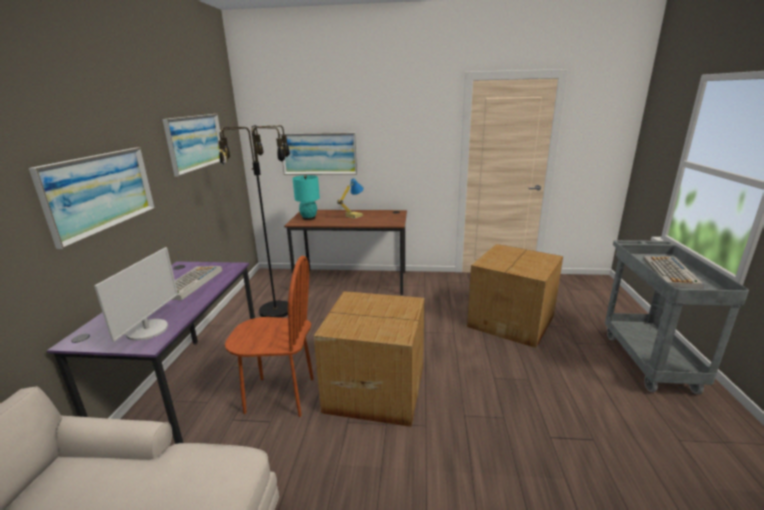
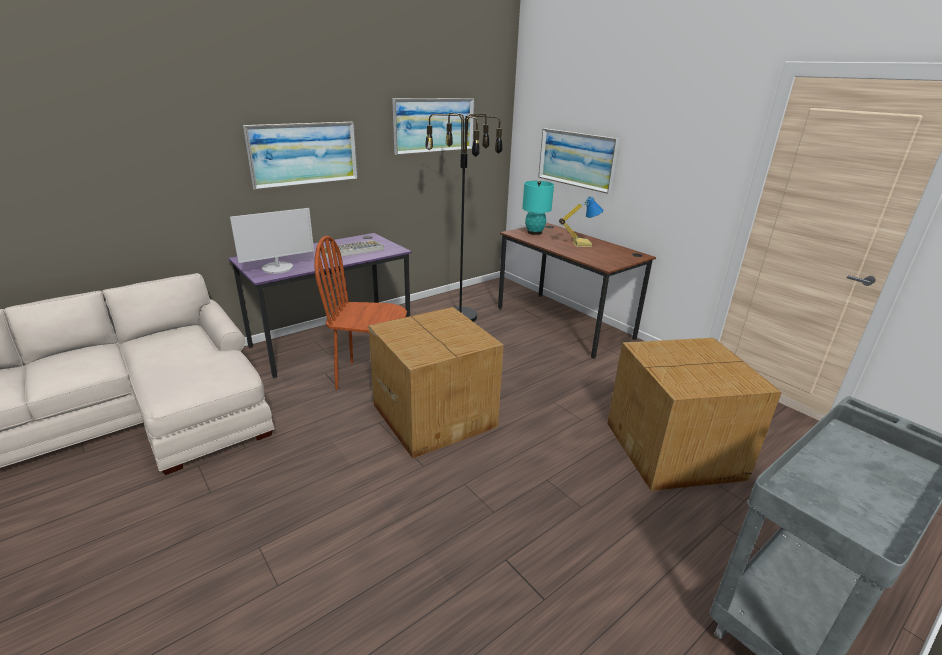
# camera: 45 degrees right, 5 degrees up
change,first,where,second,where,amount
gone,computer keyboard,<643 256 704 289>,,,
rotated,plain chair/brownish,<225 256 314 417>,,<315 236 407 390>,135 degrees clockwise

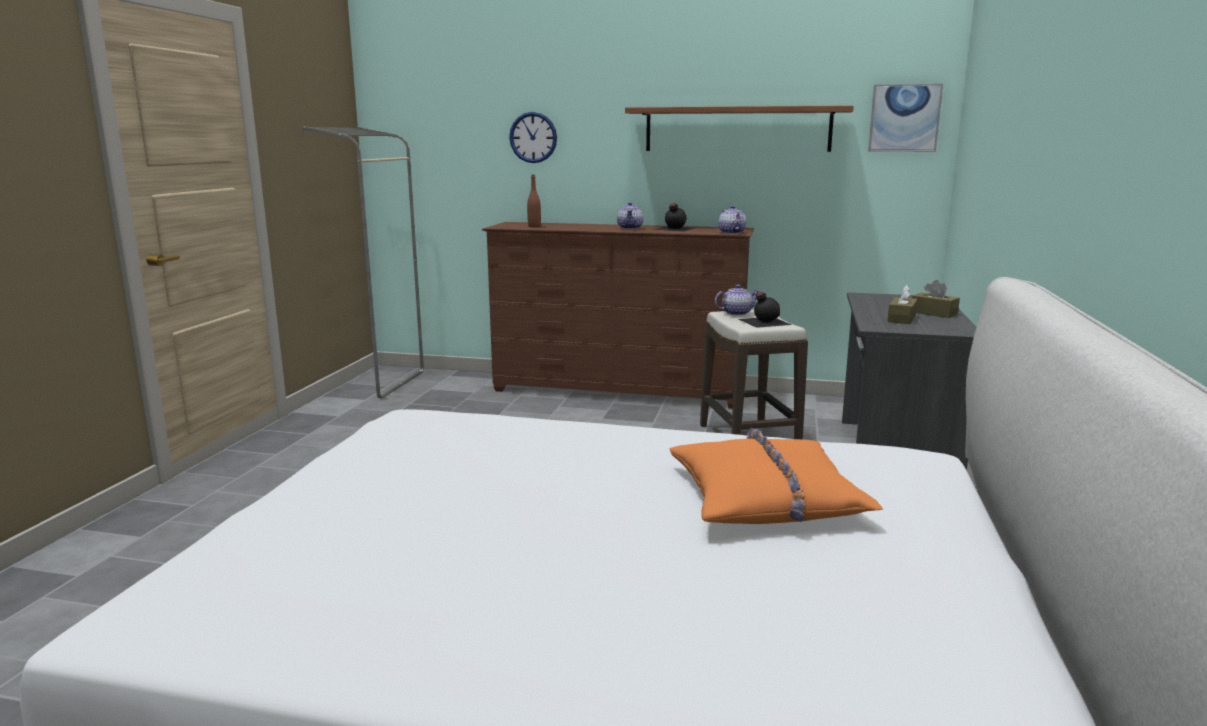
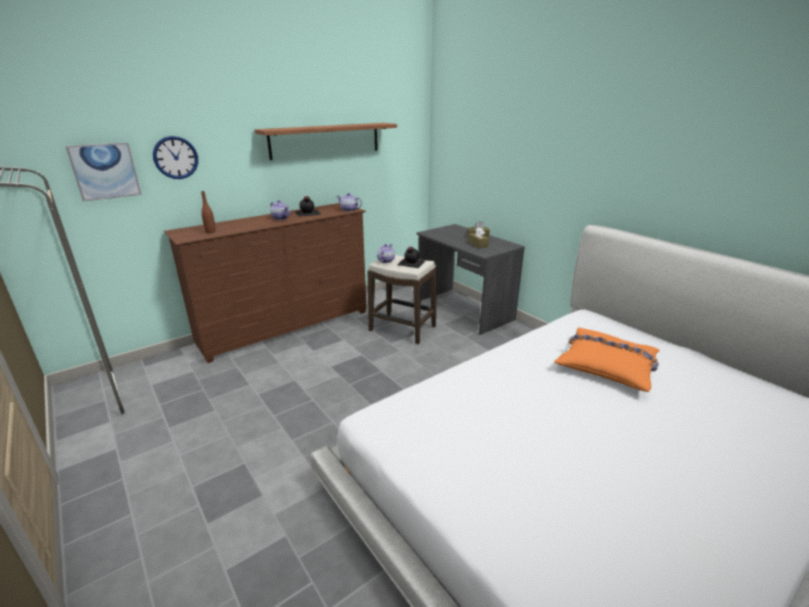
# camera: 50 degrees left, 10 degrees up
change,first,where,second,where,amount
shifted,wall art,<868 84 943 152>,,<65 142 142 201>,

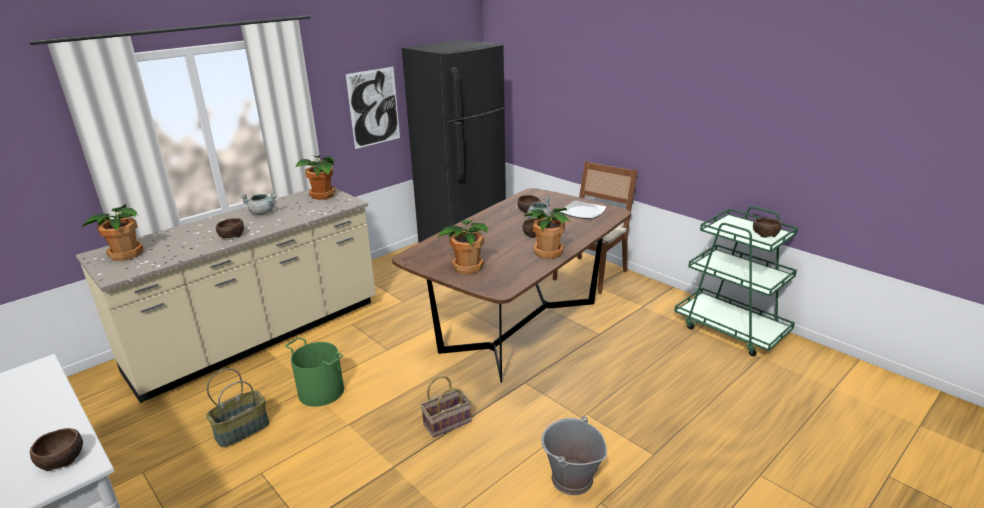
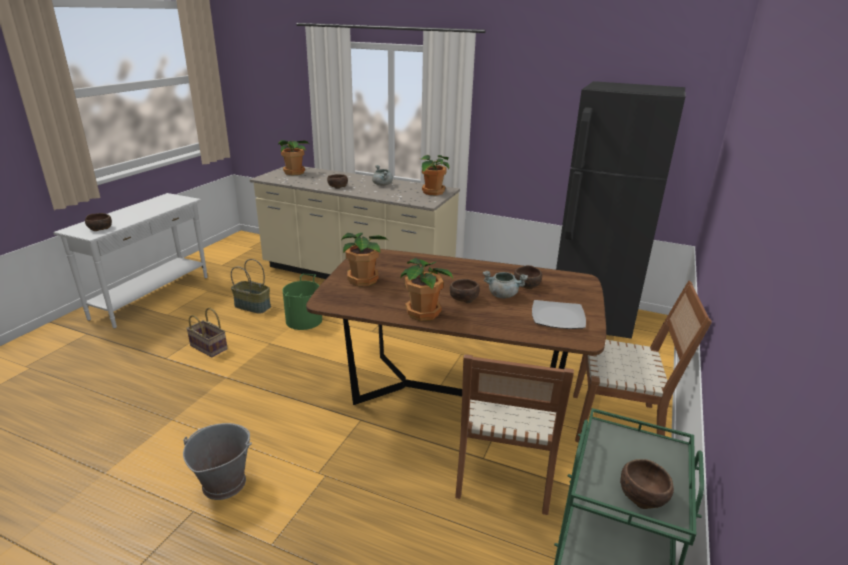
# camera: 65 degrees right, 0 degrees up
change,first,where,second,where,amount
gone,wall art,<346 67 400 149>,,,
new,,,plain chair,<455 354 574 515>,
shifted,storage basket,<420 376 472 438>,,<186 308 228 357>,

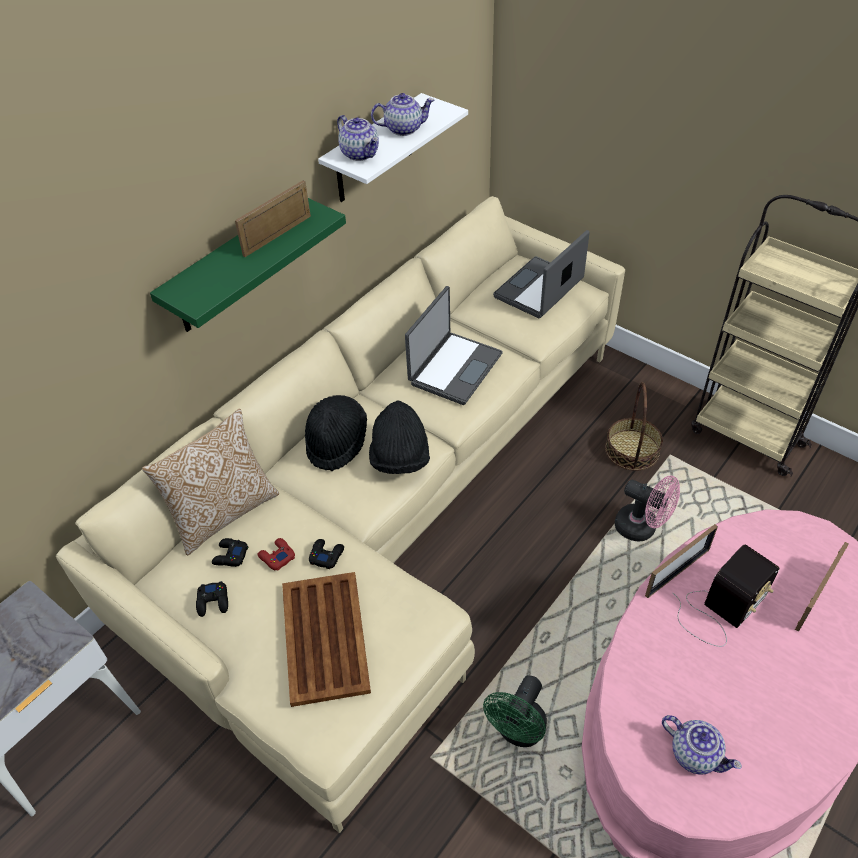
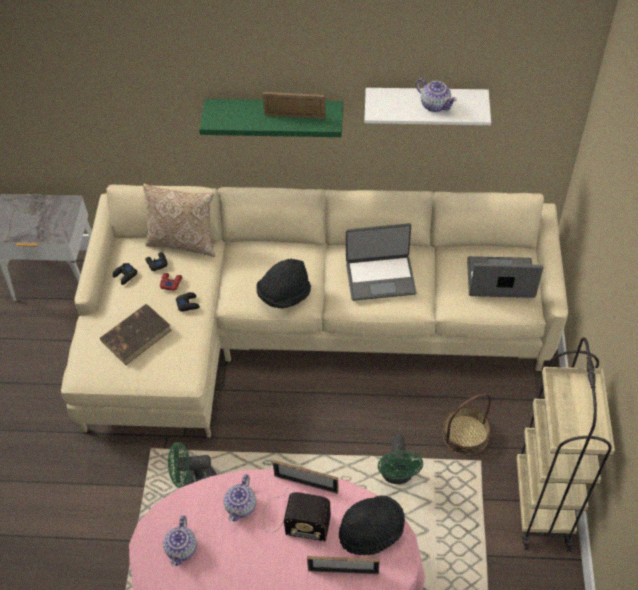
# camera: 55 degrees right, 5 degrees up
change,first,where,second,where,amount
shifted,hat/blackish,<305 395 367 471>,,<339 495 405 555>,
shifted,tea pot,<337 115 379 161>,,<224 474 256 521>,
swapped,tray/brownish,<282 572 371 707>,volume/brownish,<100 304 172 365>,
repainted,cooling fan/pink-coloured,<615 475 680 541>,cooling fan/green-coloured,<378 435 423 484>,

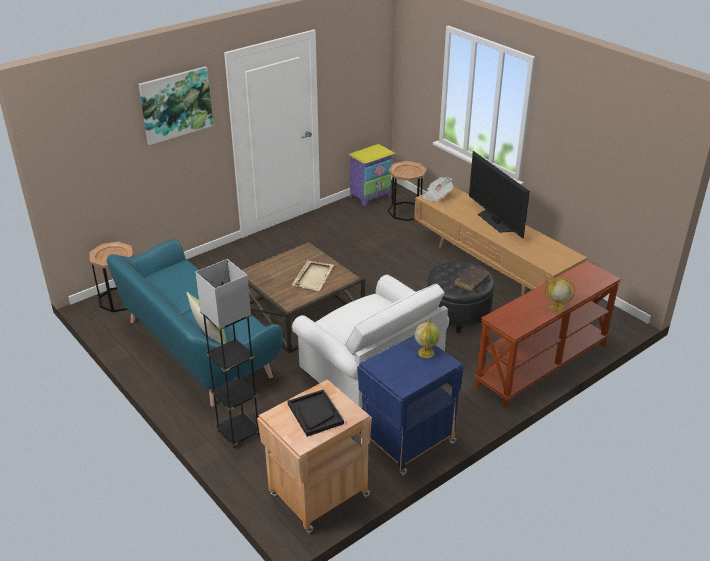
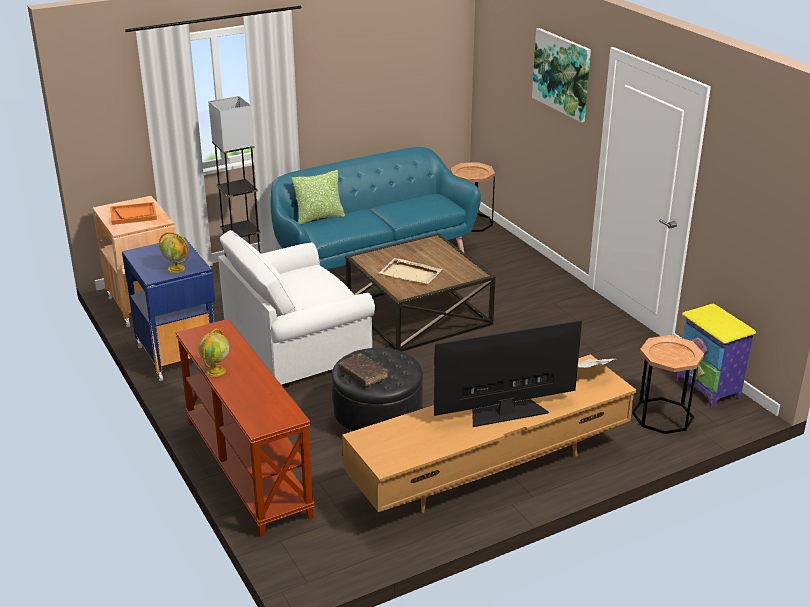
# camera: 100 degrees right, 5 degrees down
change,first,where,second,where,amount
repainted,tray/blackish,<288 389 344 437>,tray/orangey,<110 202 157 225>,

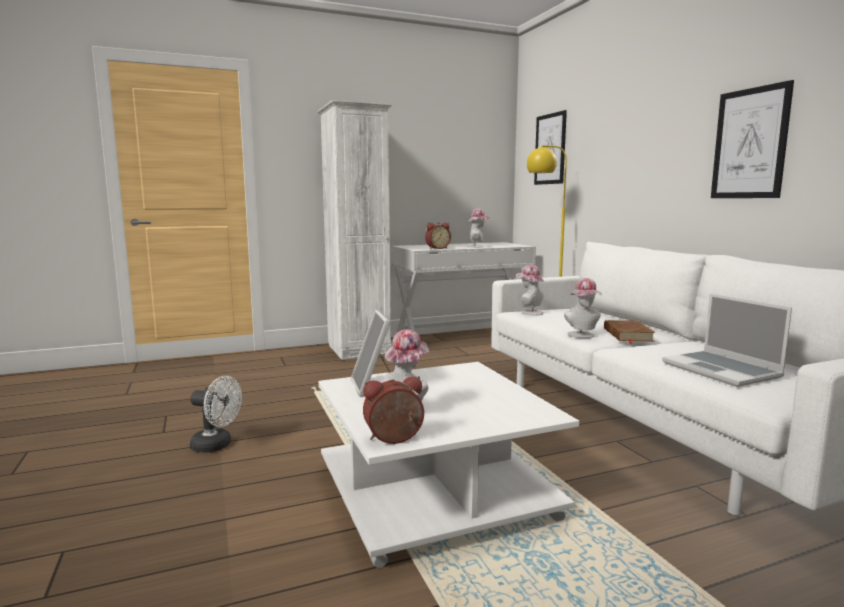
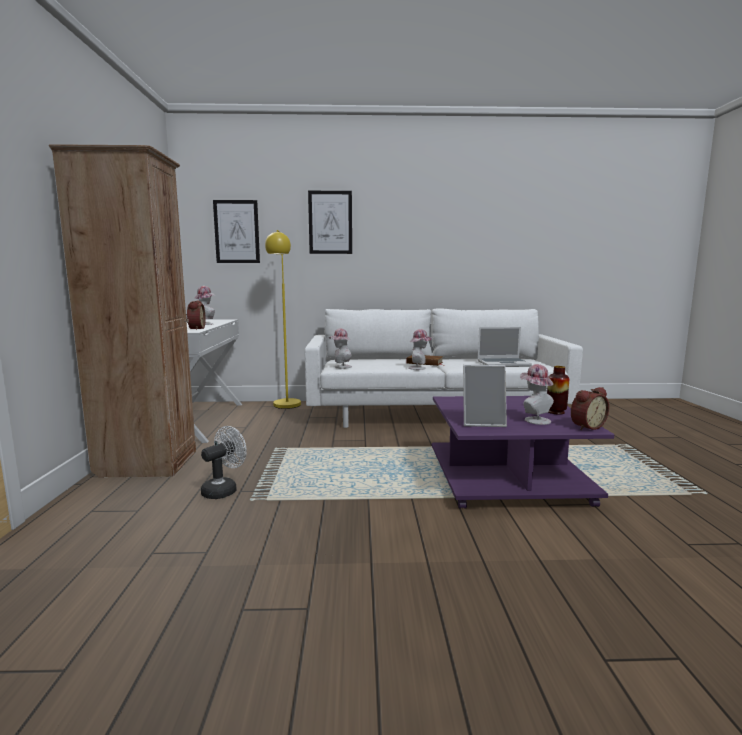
# camera: 70 degrees left, 0 degrees up
change,first,where,second,where,amount
new,,,vase,<547 366 569 415>,
shifted,cooling fan/white-coloured,<190 376 242 452>,,<201 426 247 499>,
shifted,wall art,<711 80 794 198>,,<308 191 352 254>,
repainted,cupboard/white-coloured,<317 100 392 360>,cupboard/brownish,<49 144 196 478>,
repainted,lounge table/white-coloured,<318 362 579 568>,lounge table/purplish,<432 396 614 509>,
rotated,table clock,<363 376 424 444>,,<571 387 609 430>,120 degrees counterclockwise

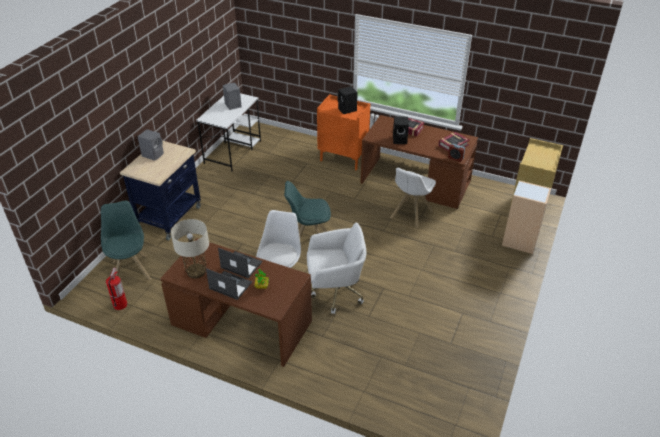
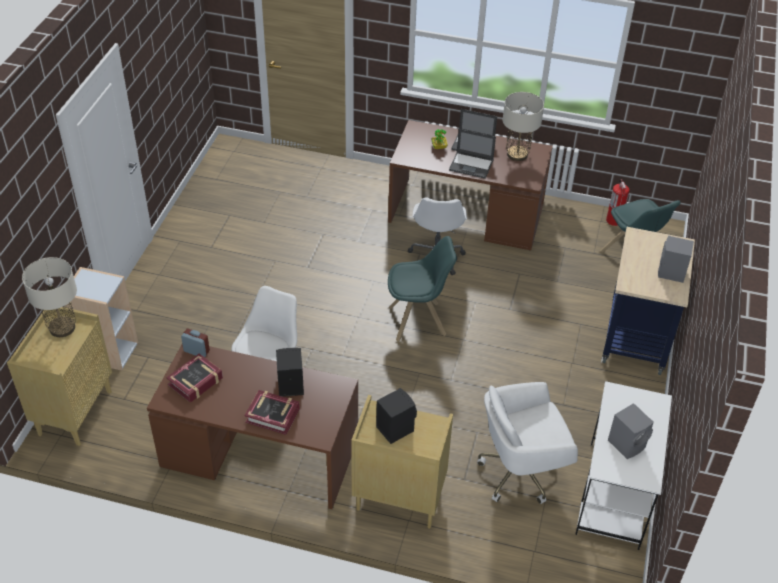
# camera: 170 degrees right, 5 degrees up
change,first,where,second,where,amount
new,,,table lamp,<22 257 77 337>,
shifted,office chair/white-coloured,<307 223 366 314>,,<477 382 578 504>,
repainted,cupboard/orangey,<317 94 370 170>,cupboard/sand-coloured,<351 395 453 528>,

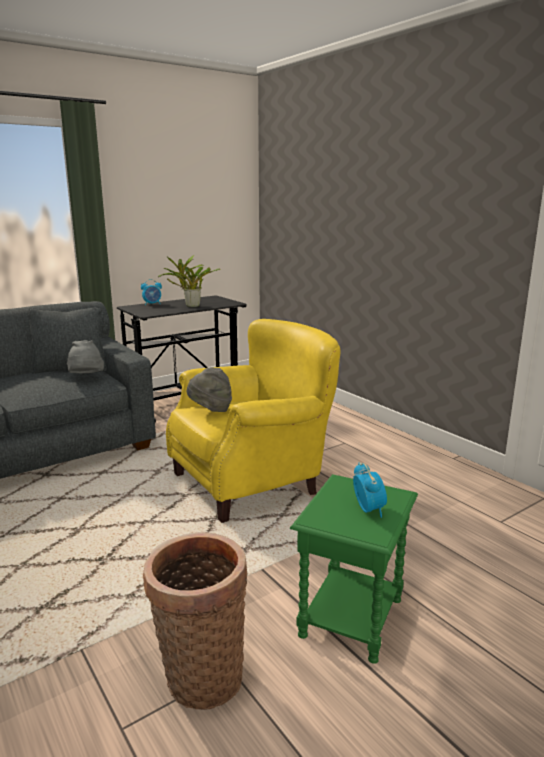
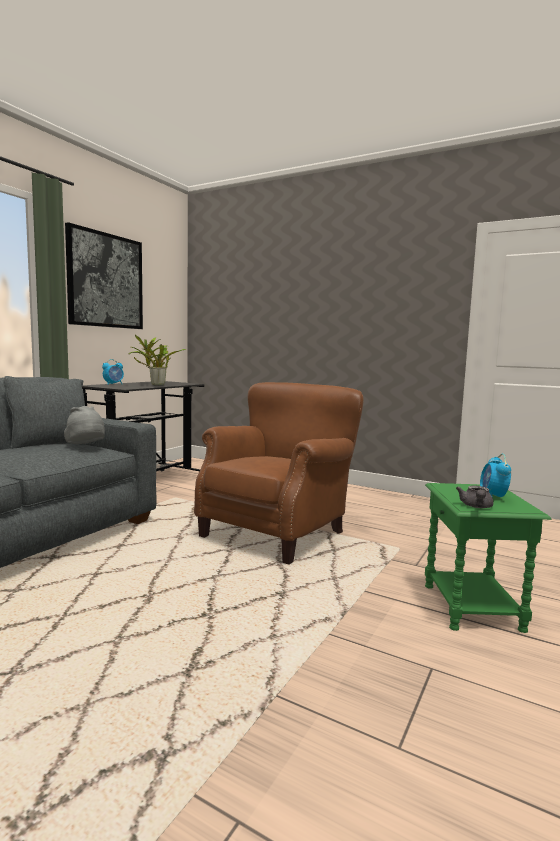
# camera: 25 degrees left, 10 degrees down
change,first,where,second,where,amount
gone,storage basket,<143 532 248 710>,,,
gone,hat/greyish,<187 368 232 412>,,,
new,,,wall art,<65 222 143 329>,
new,,,tea pot/greyish,<456 486 493 508>,
repainted,lounge chair/yellowish,<166 319 341 523>,lounge chair/brownish,<194 382 364 565>,
rotated,table clock,<353 462 387 518>,,<480 454 511 498>,135 degrees counterclockwise

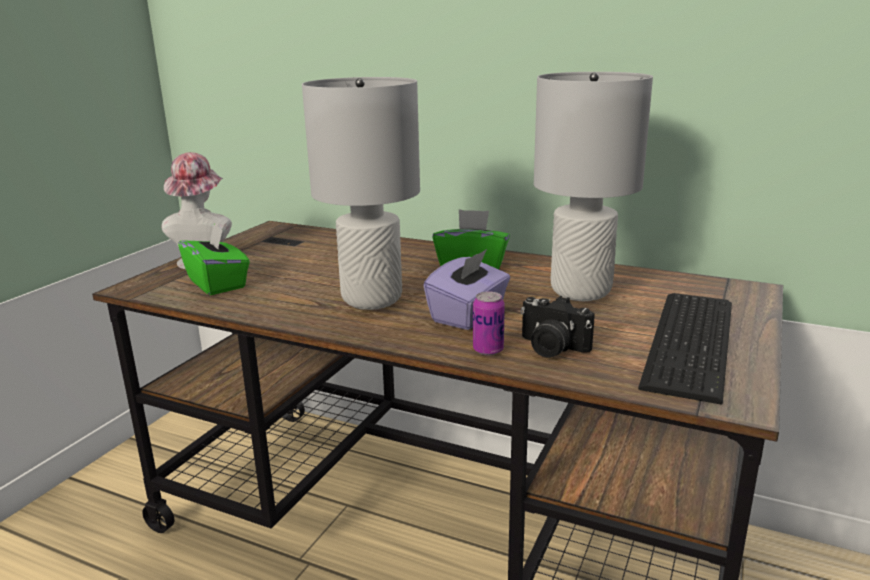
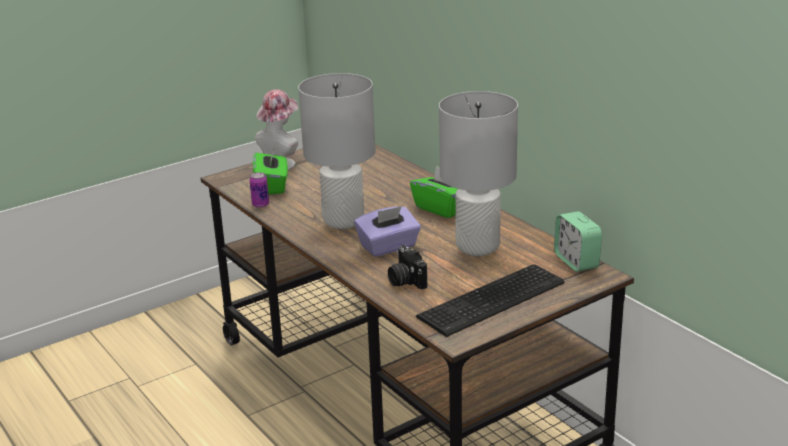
# camera: 30 degrees right, 5 degrees up
change,first,where,second,where,amount
new,,,table clock,<554 211 602 272>,
shifted,can,<473 292 505 355>,,<250 172 269 208>,

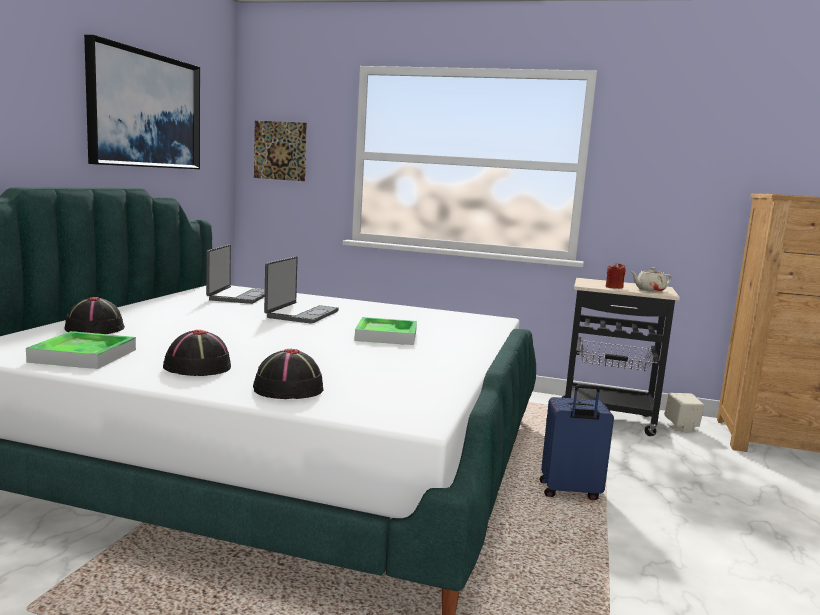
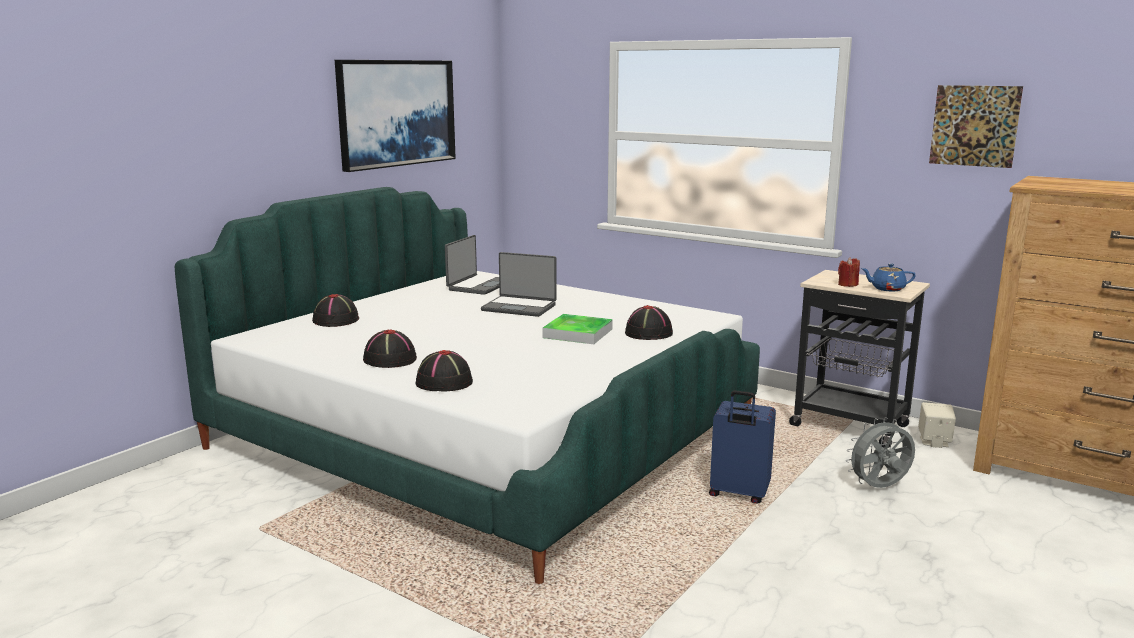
# camera: 20 degrees right, 5 degrees up
change,first,where,second,where,amount
gone,tray,<26 331 136 369>,,,
new,,,hat/blackish,<625 305 673 340>,
new,,,cooling fan/greyish,<846 417 915 488>,
shifted,wall art,<254 121 307 181>,,<929 85 1023 168>,
repainted,tea pot/sand-coloured,<630 267 672 292>,tea pot/blue,<861 263 916 291>,
rotated,portable computer,<264 256 339 324>,,<481 252 557 317>,75 degrees clockwise

